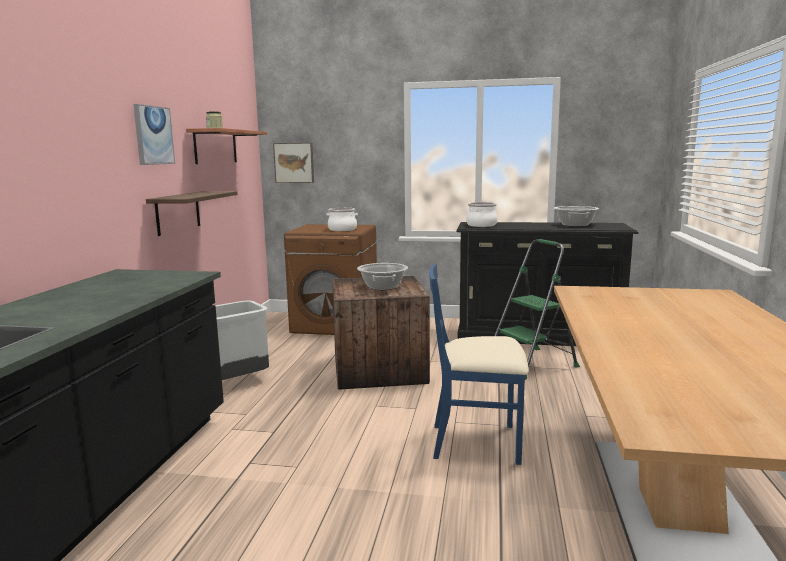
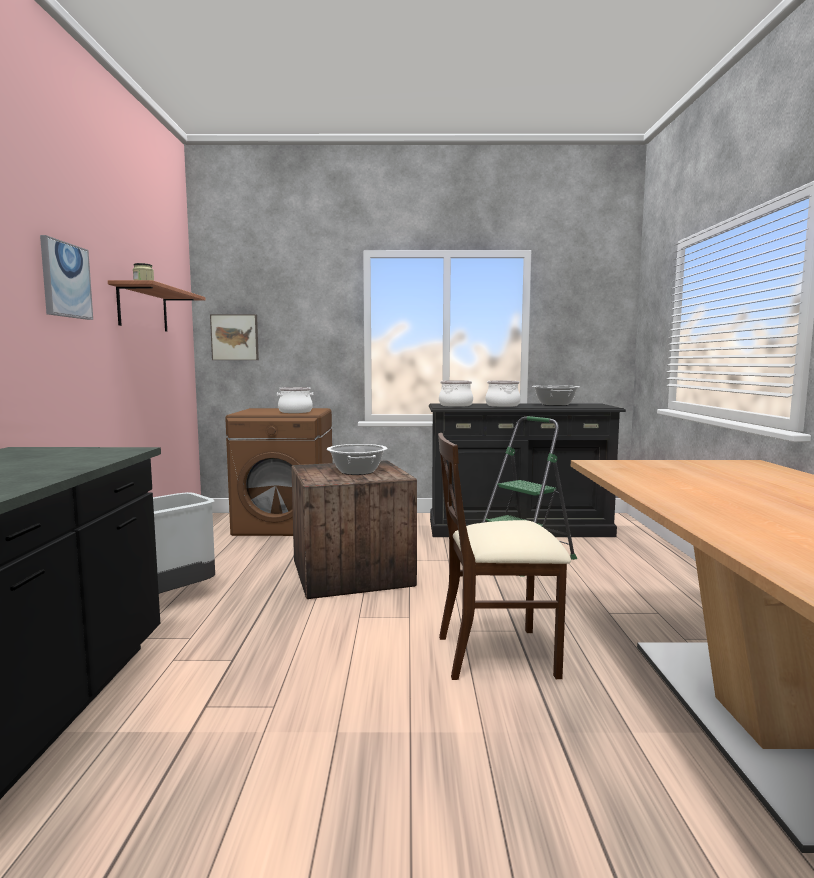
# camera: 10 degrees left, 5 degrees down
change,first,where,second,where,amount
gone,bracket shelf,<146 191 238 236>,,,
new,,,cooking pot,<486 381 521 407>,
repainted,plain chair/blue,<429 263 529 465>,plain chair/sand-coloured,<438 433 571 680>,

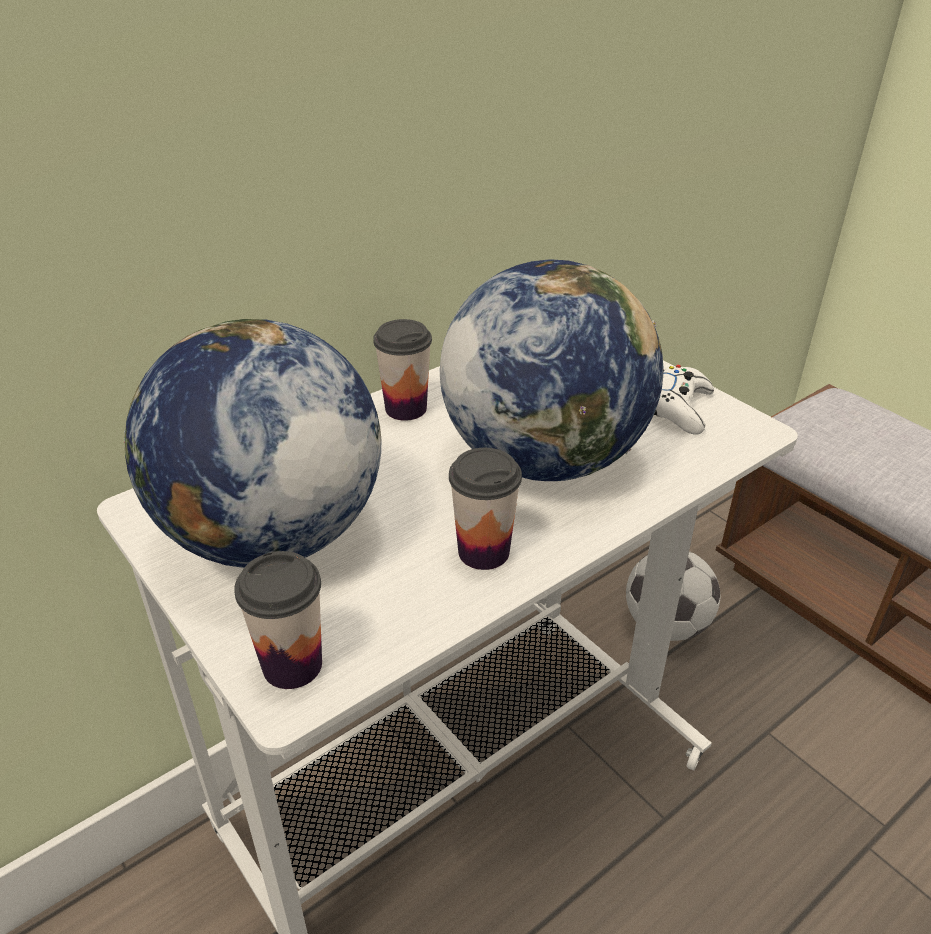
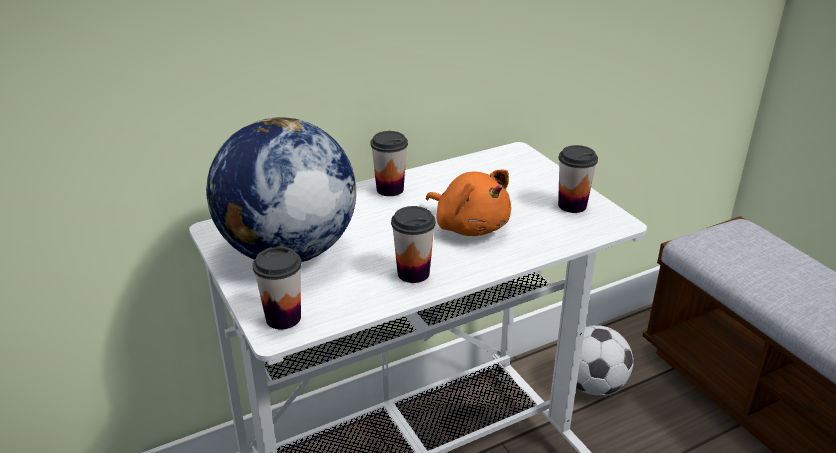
# camera: 10 degrees right, 5 degrees down
change,first,where,second,where,amount
swapped,desk globe,<440 259 664 481>,soft toy/orangey,<426 170 511 236>,
swapped,gamepad/white-coloured,<654 365 714 435>,small cup,<558 145 598 213>,

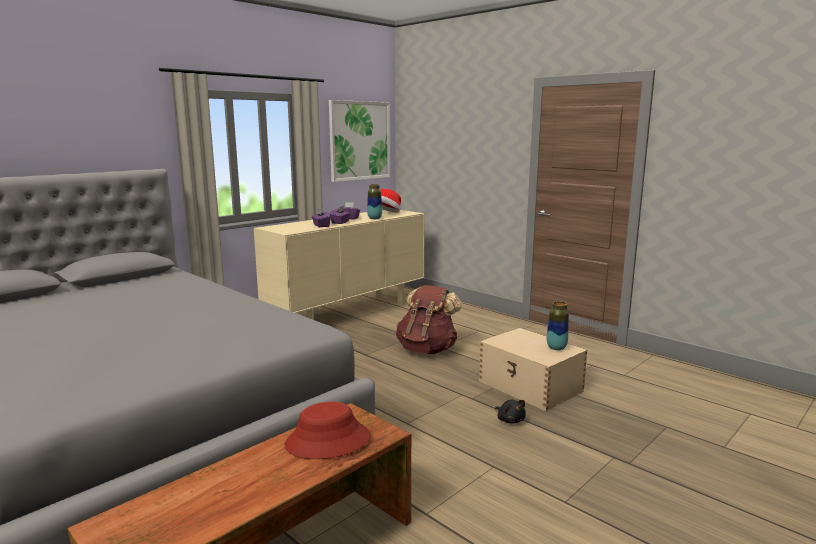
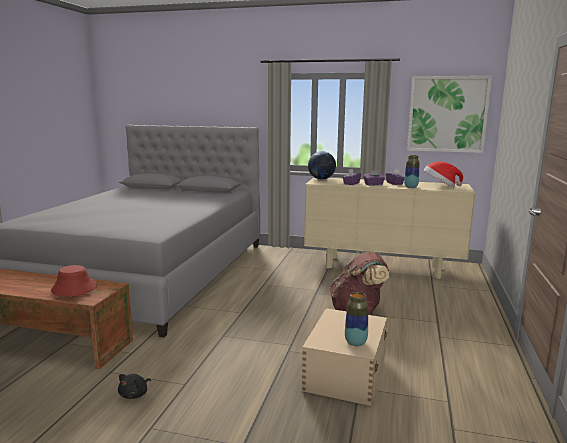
# camera: 60 degrees right, 0 degrees up
change,first,where,second,where,amount
new,,,desk globe,<308 151 336 179>,
shifted,soft toy/blackish,<495 400 526 424>,,<118 374 151 399>,

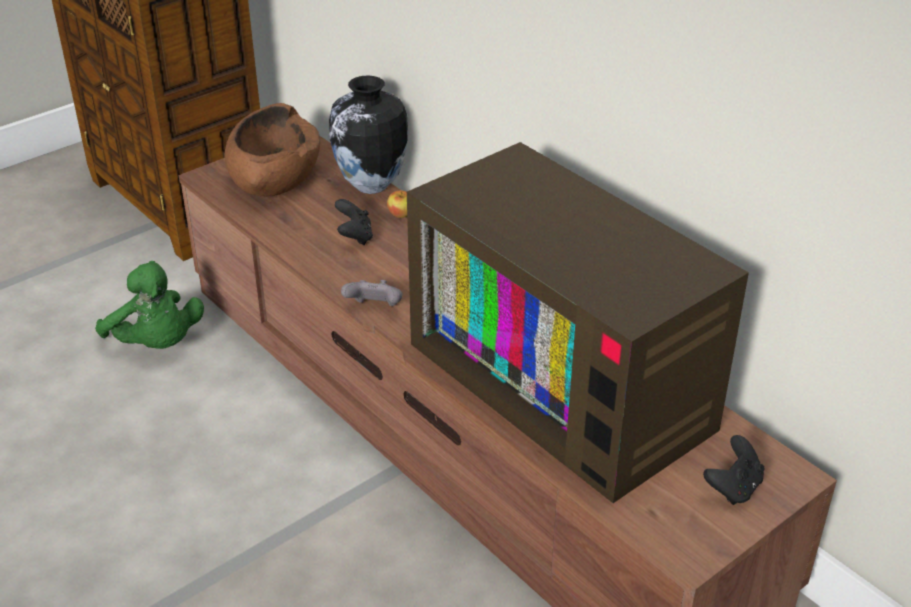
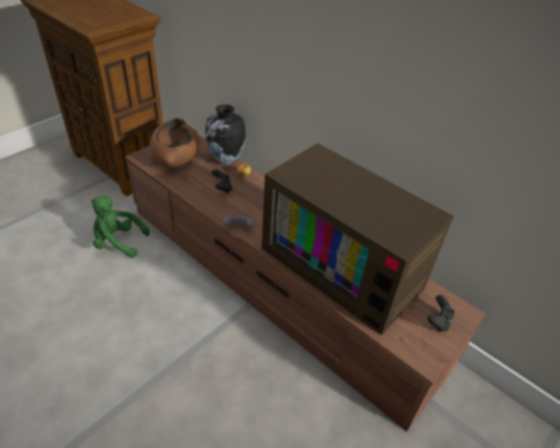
# camera: 10 degrees left, 5 degrees up
change,first,where,second,where,amount
rotated,soft toy/green-coloured,<95 261 204 349>,,<91 196 150 258>,150 degrees clockwise

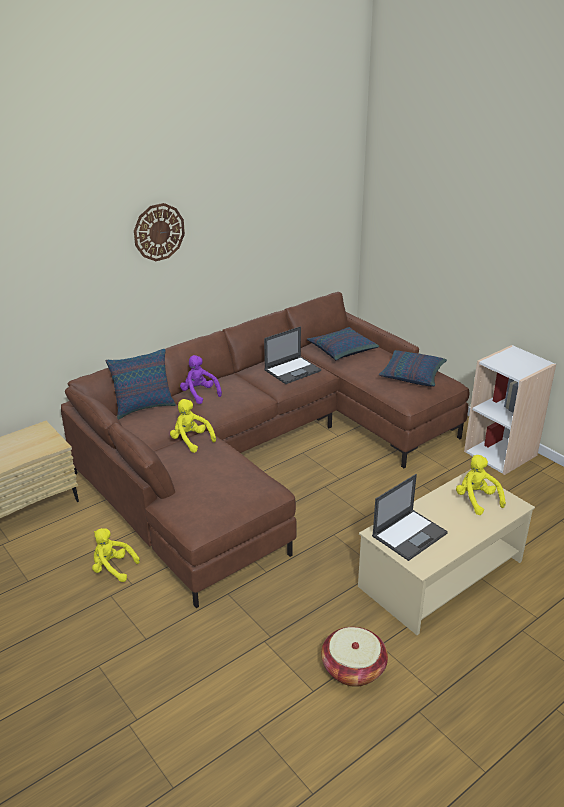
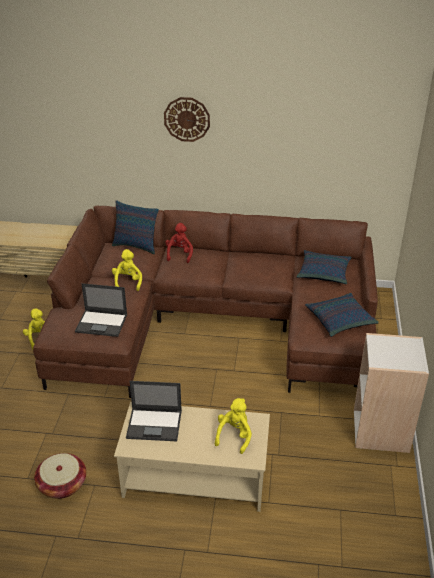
# camera: 45 degrees right, 5 degrees up
change,first,where,second,where,amount
shifted,portable computer,<264 326 321 384>,,<75 283 127 337>,
repainted,soft toy/purplish,<180 355 222 404>,soft toy/red-coloured,<165 223 193 263>,

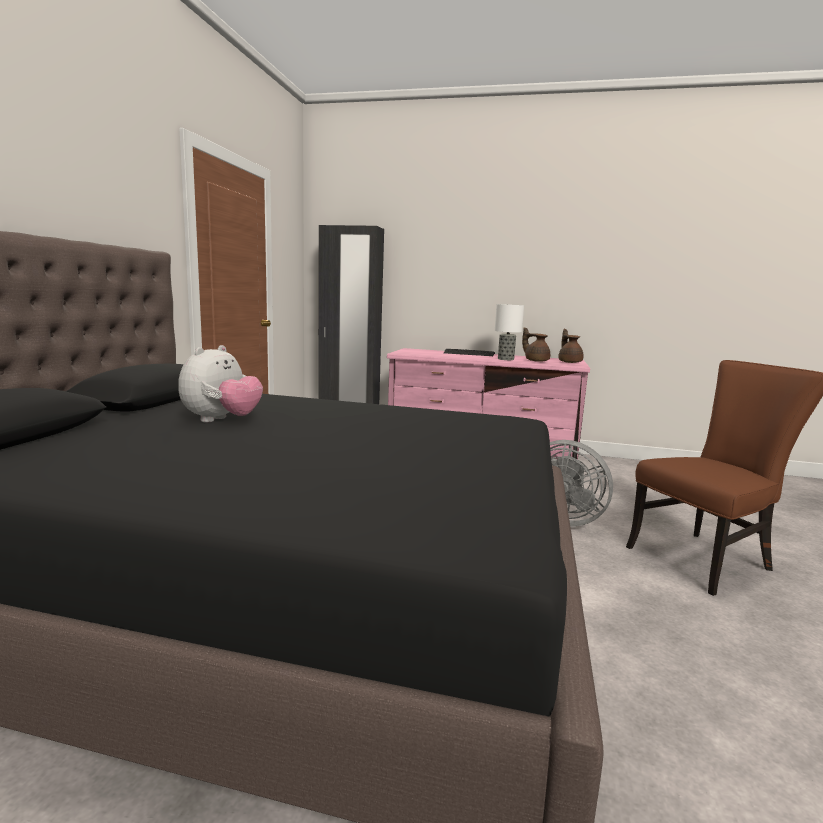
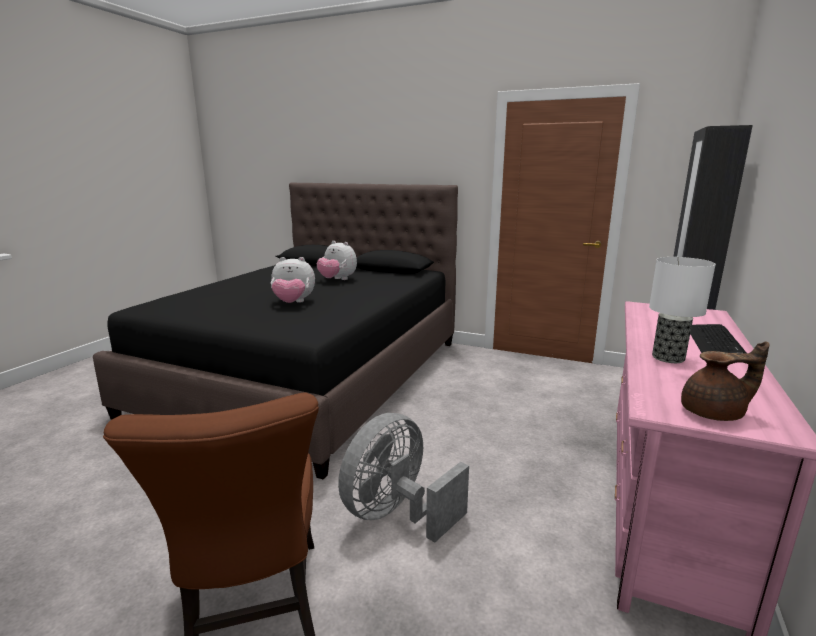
# camera: 100 degrees right, 5 degrees up
change,first,where,second,where,amount
gone,tea pot/brownish,<522 327 550 362>,,,
new,,,soft toy,<271 257 315 303>,

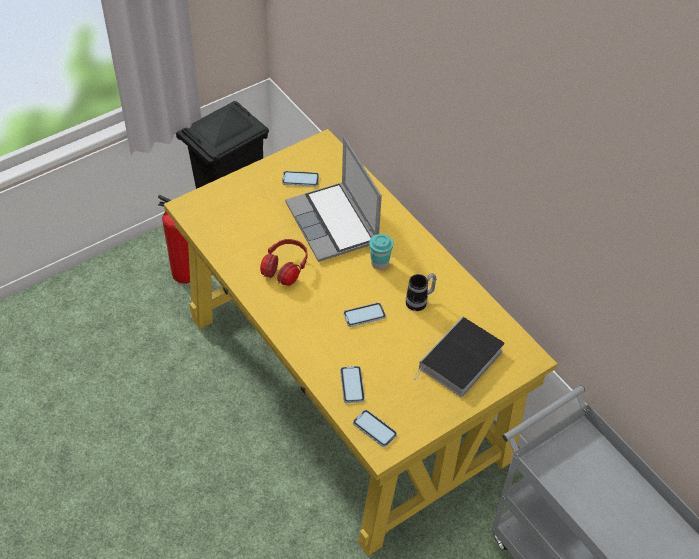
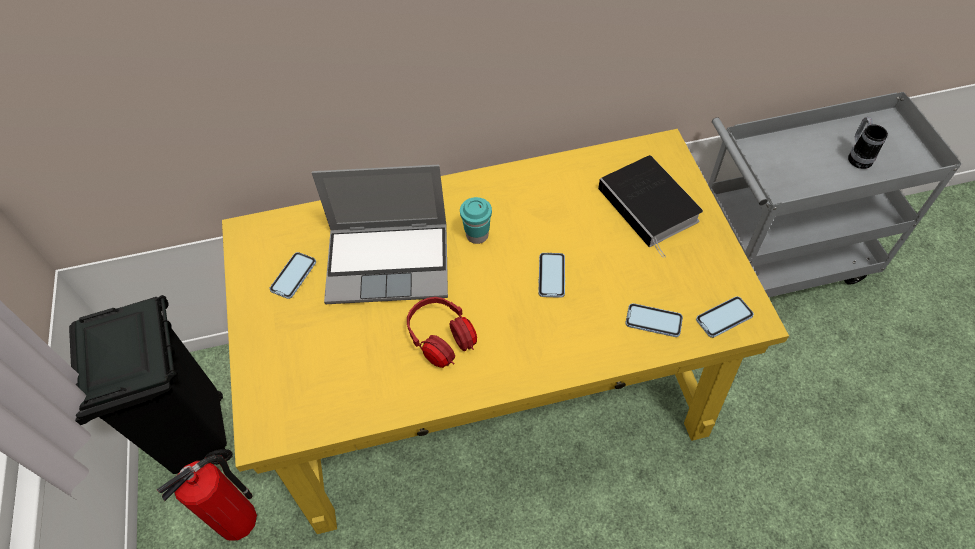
# camera: 65 degrees left, 5 degrees up
change,first,where,second,where,amount
shifted,tea mug,<406 273 436 311>,,<848 117 888 169>,

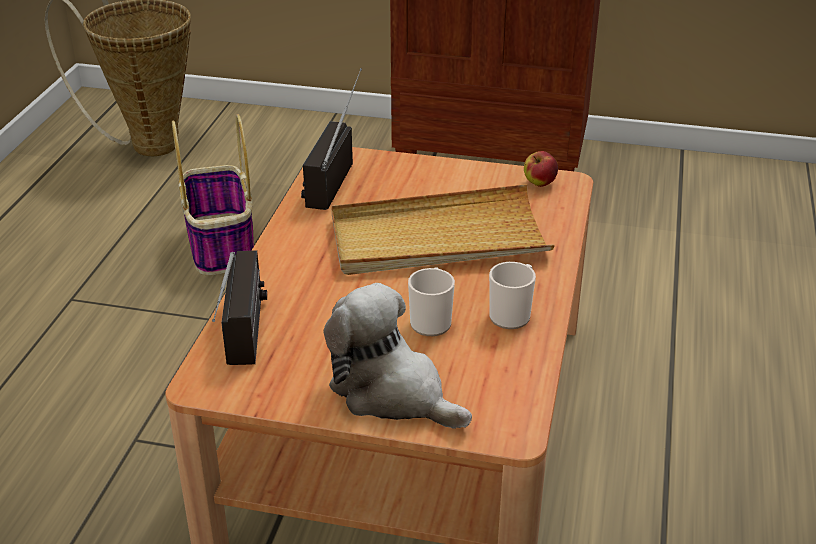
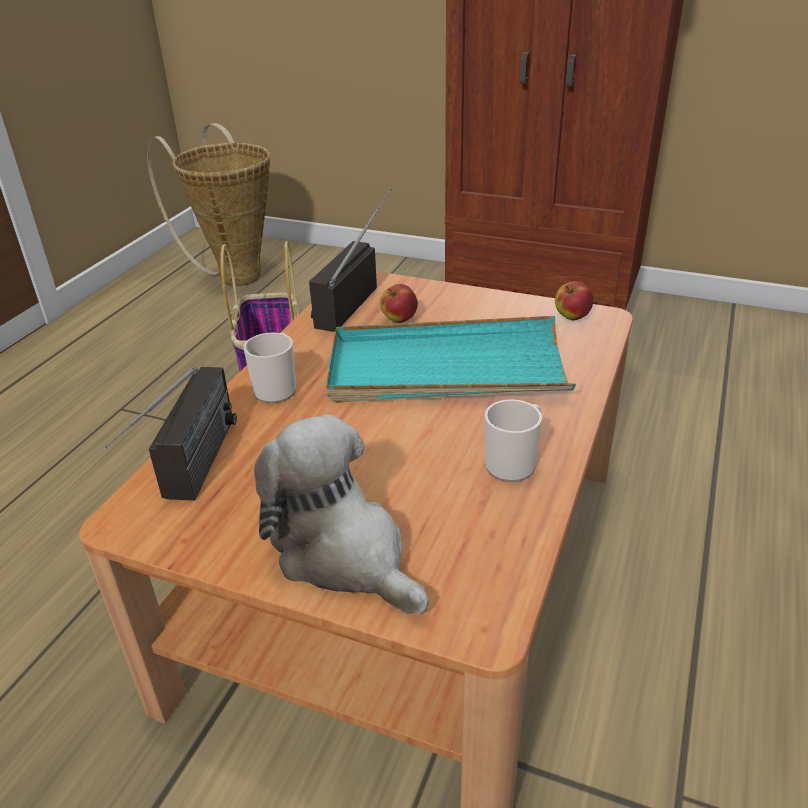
# camera: 10 degrees right, 0 degrees up
change,first,where,second,where,amount
new,,,whole apple,<380 284 418 323>,
shifted,tea mug,<408 267 455 336>,,<243 332 296 403>,
repainted,tray/sand-coloured,<331 184 555 275>,tray/blue-green,<326 316 576 403>,

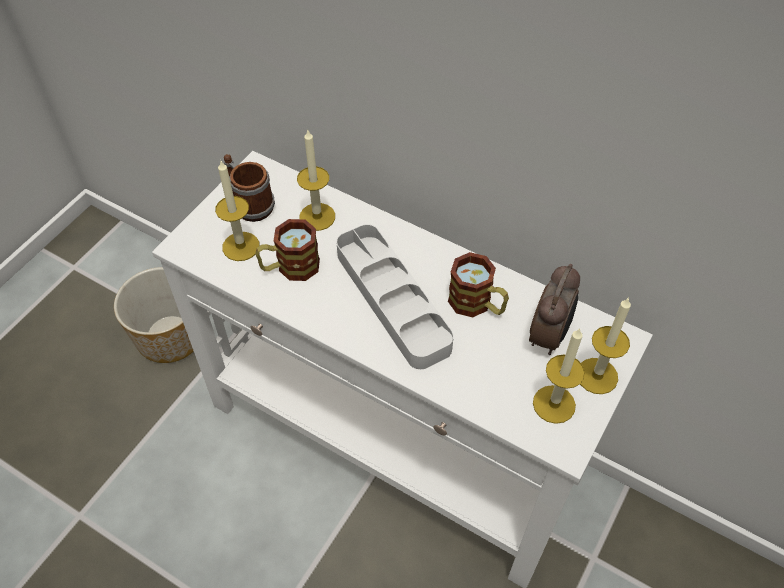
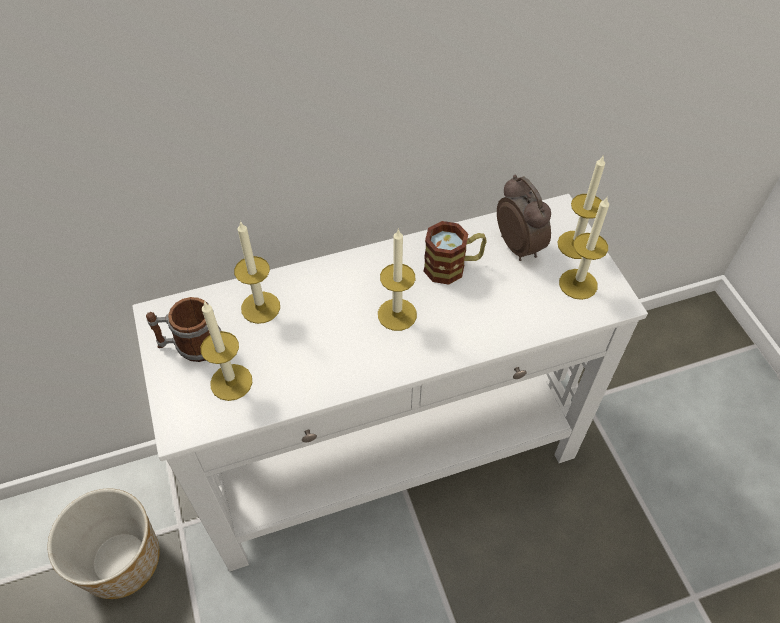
# camera: 50 degrees left, 0 degrees up
change,first,where,second,where,amount
gone,tea mug,<255 219 320 281>,,,
swapped,tray/greyish,<336 224 454 369>,wax light,<378 228 417 331>,

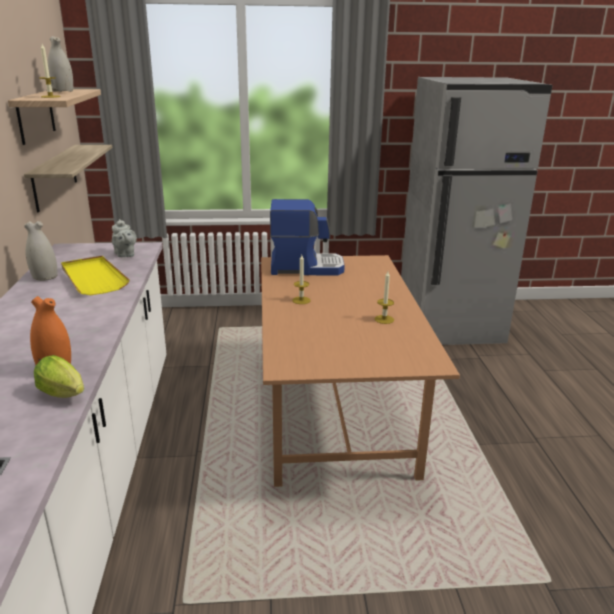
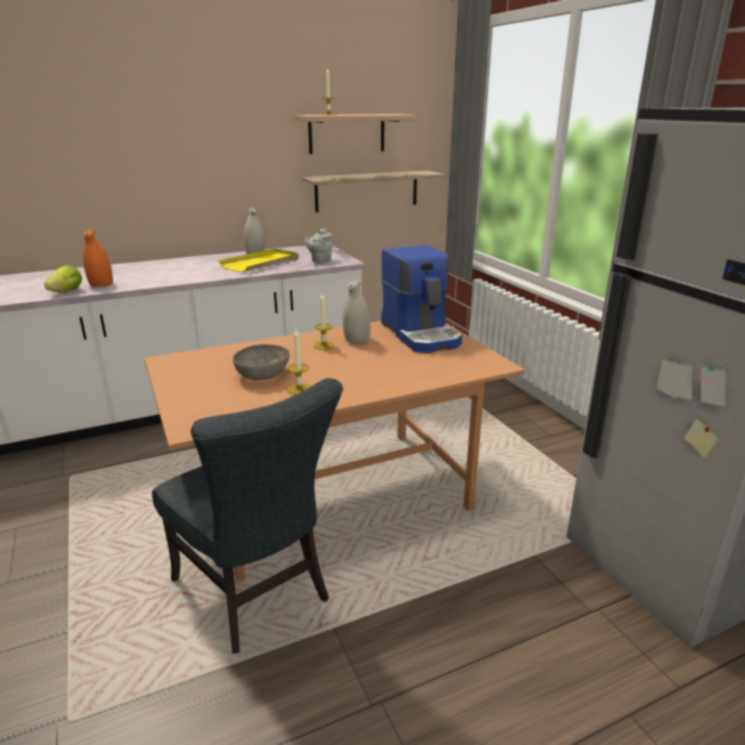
# camera: 70 degrees right, 0 degrees up
change,first,where,second,where,amount
new,,,plain chair/greyish,<152 378 343 654>,
new,,,bowl/greyish,<233 344 290 380>,
shifted,vase/white-coloured,<48 36 73 92>,,<343 280 371 343>,

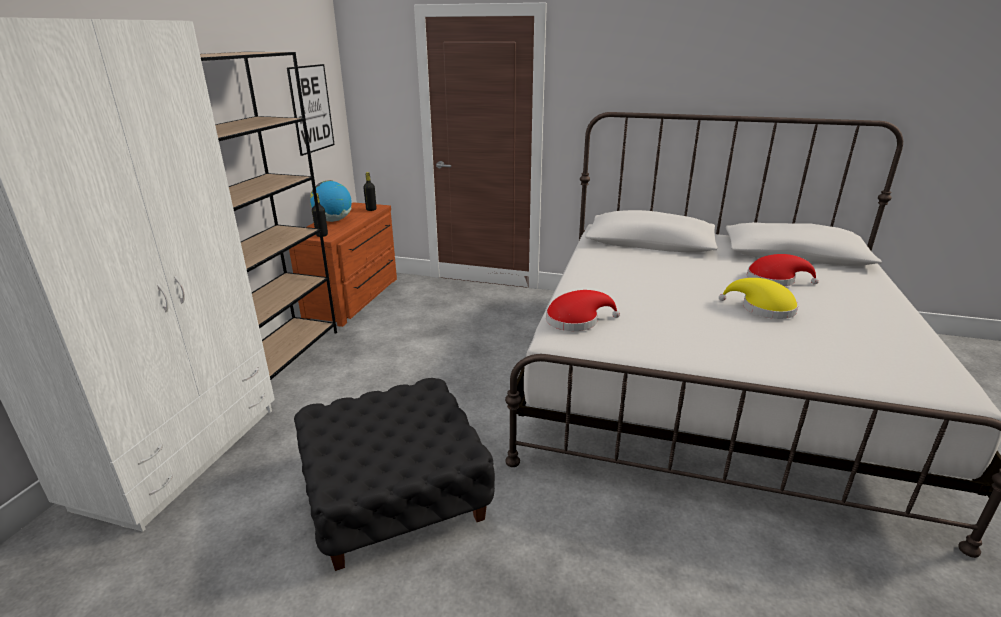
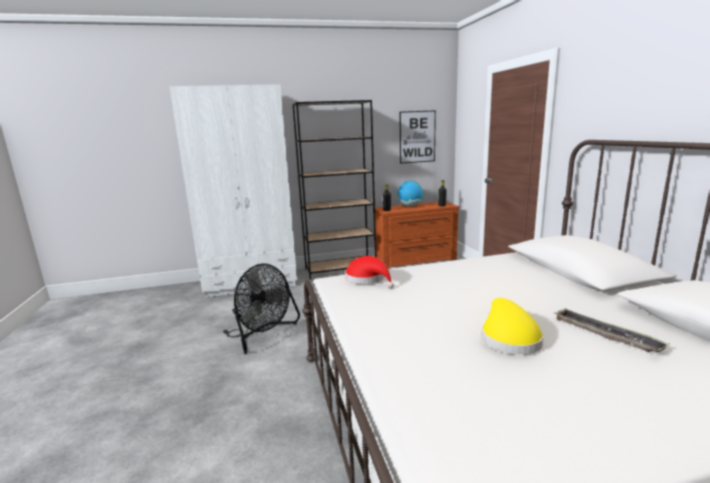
# camera: 60 degrees right, 10 degrees down
change,first,where,second,where,amount
swapped,footrest/blackish,<294 378 495 571>,cooling fan/blackish,<223 264 300 354>,
swapped,hat/red-coloured,<747 254 819 286>,tray,<554 308 670 352>,

